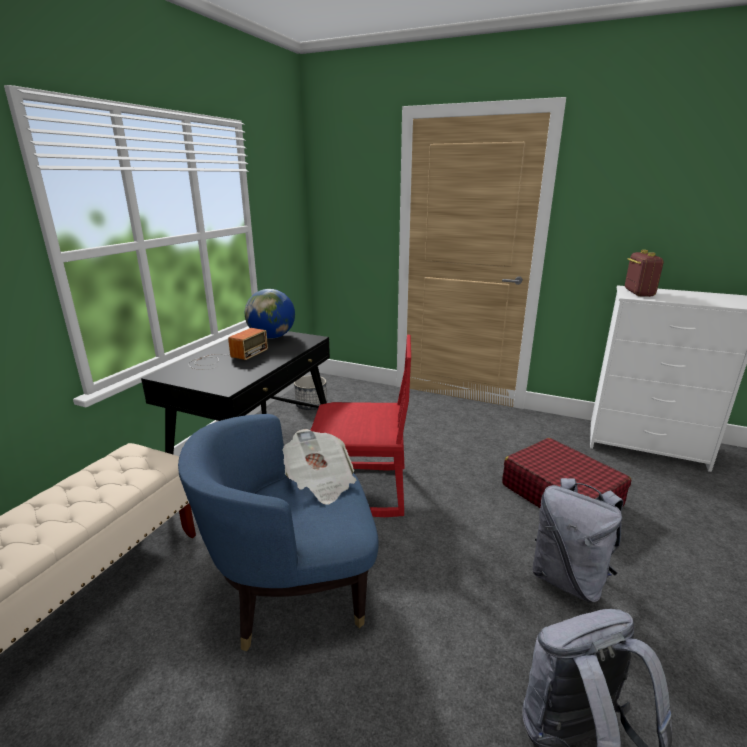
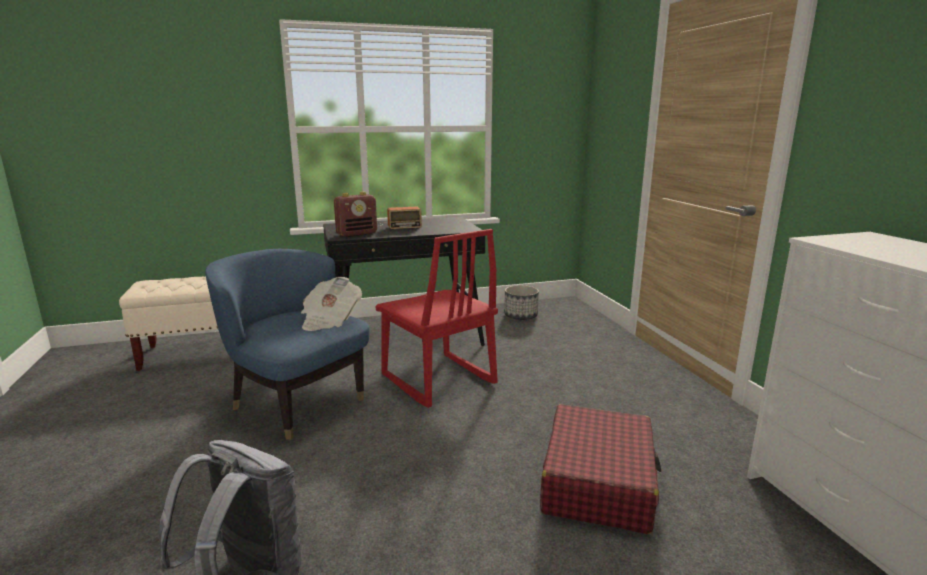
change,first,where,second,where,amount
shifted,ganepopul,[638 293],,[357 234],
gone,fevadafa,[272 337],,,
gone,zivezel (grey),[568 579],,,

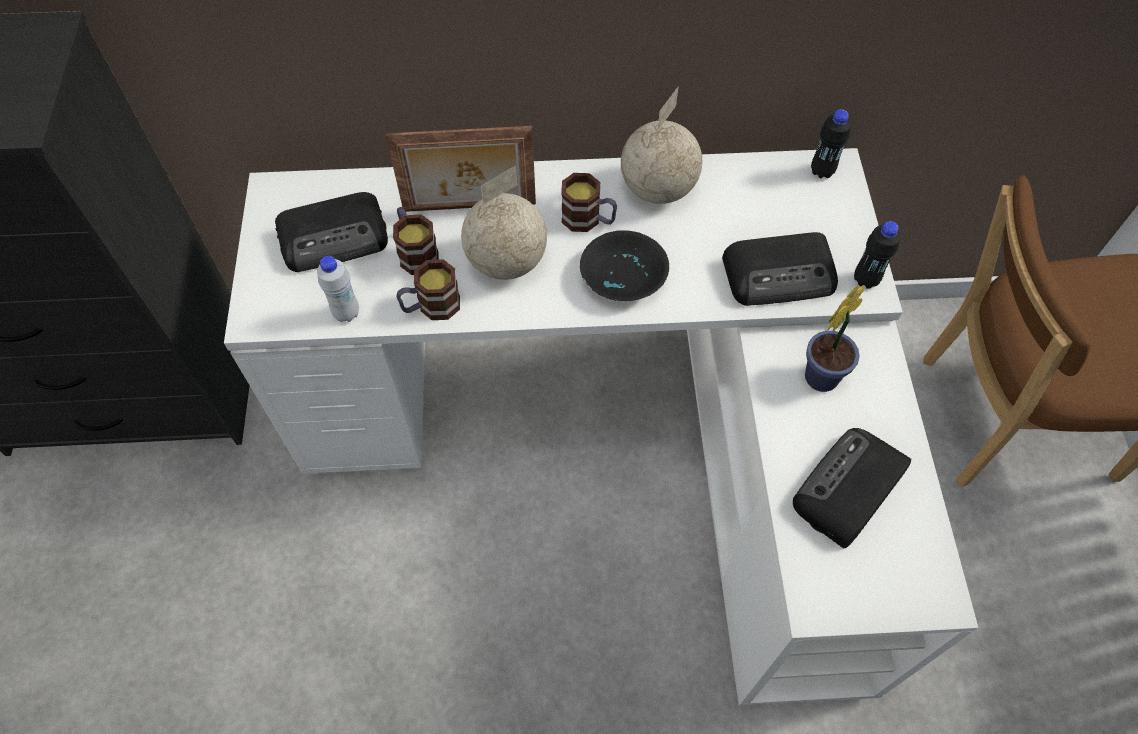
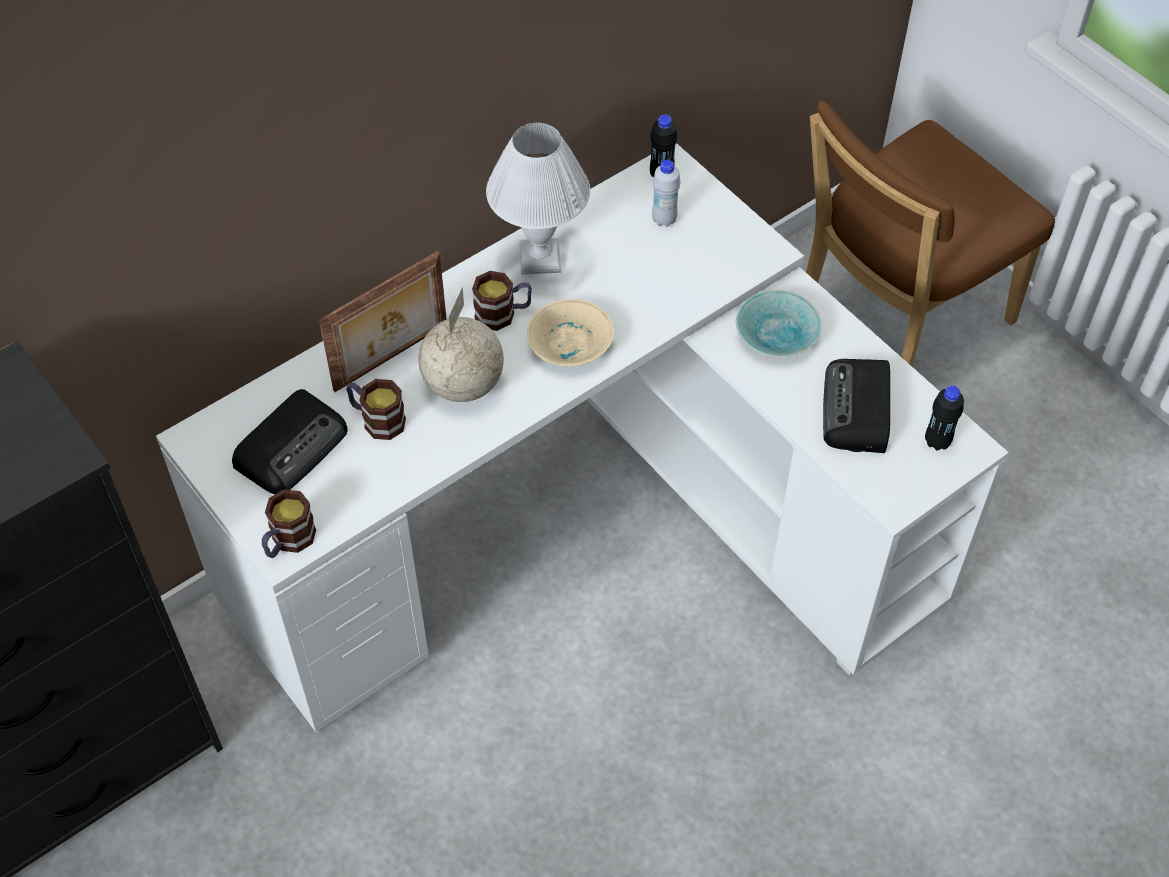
change,first,where,second,where,amount
shifted,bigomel,[431 307],,[288 541],
swapped,fevadafa,[659 189],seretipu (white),[541 257],
repainted,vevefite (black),[620 276],vevefite (beige),[568 345],
shifted,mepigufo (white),[346 313],,[664 219],
swapped,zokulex,[824 374],vevefite (turquoise),[778 336],
shifted,mepigufo (black),[866 279],,[937 441],
gone,ganepopul,[781 274],,,

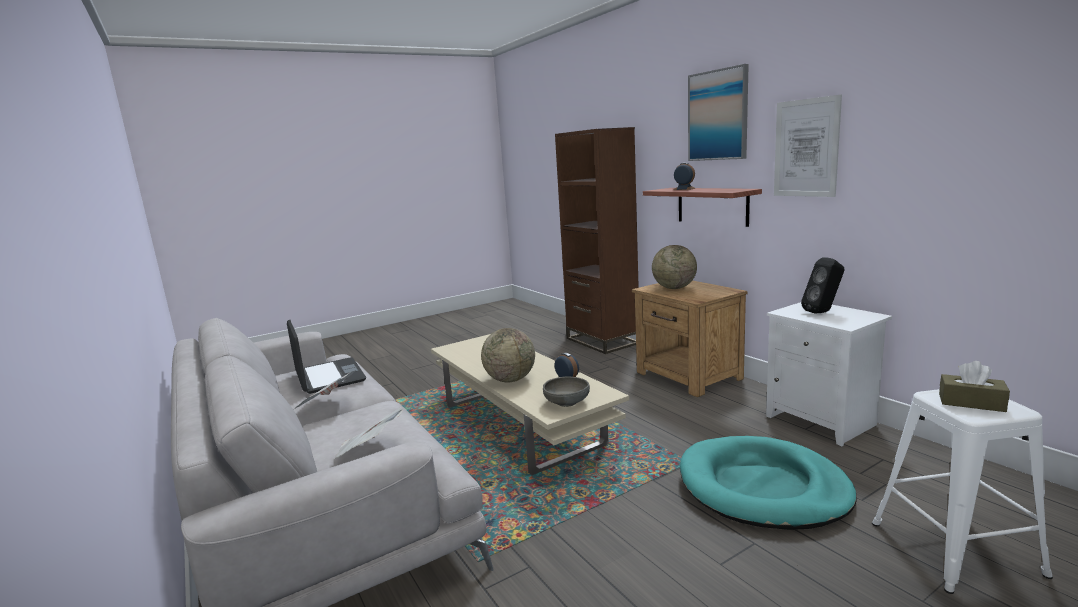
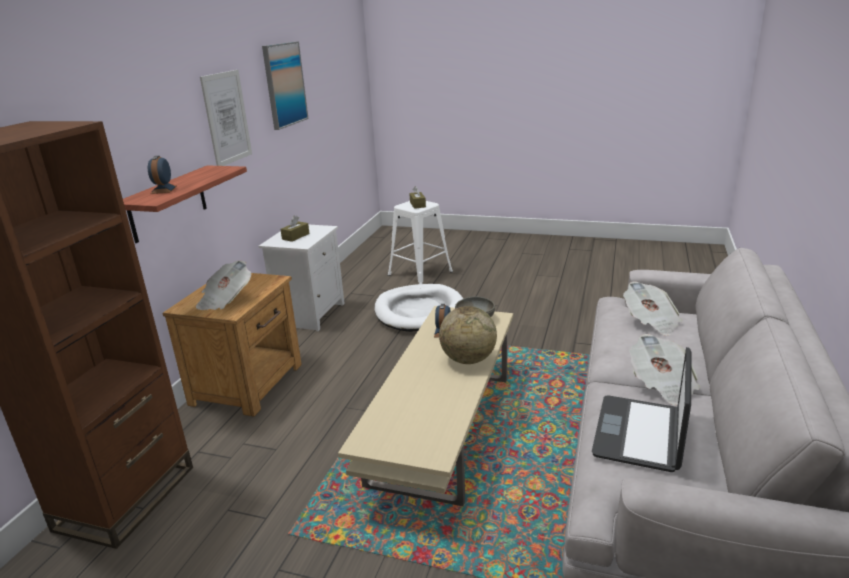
change,first,where,second,where,amount
swapped,fevadafa,[674 288],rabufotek,[225 300],
shifted,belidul,[718 115],,[284 84],
swapped,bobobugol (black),[823 312],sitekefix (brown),[295 236],
repainted,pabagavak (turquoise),[762 487],pabagavak (white),[420 312],

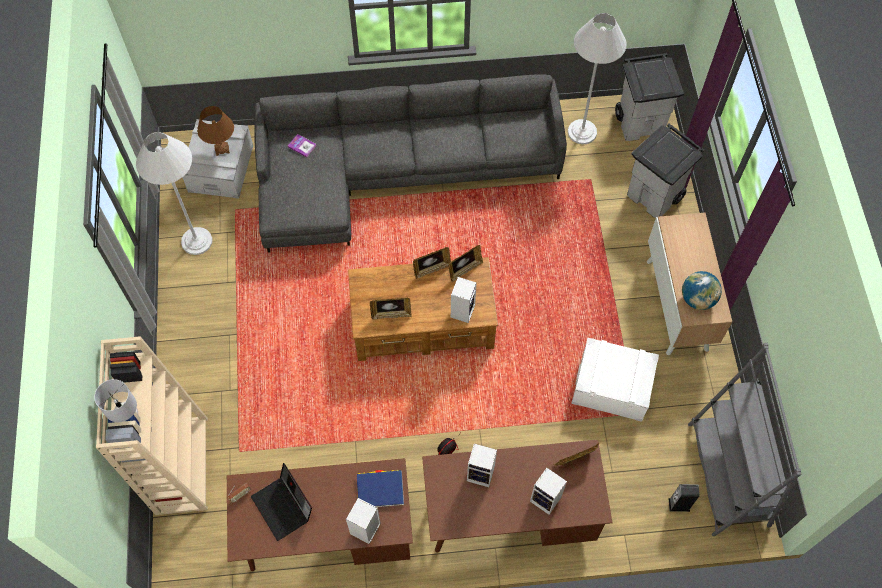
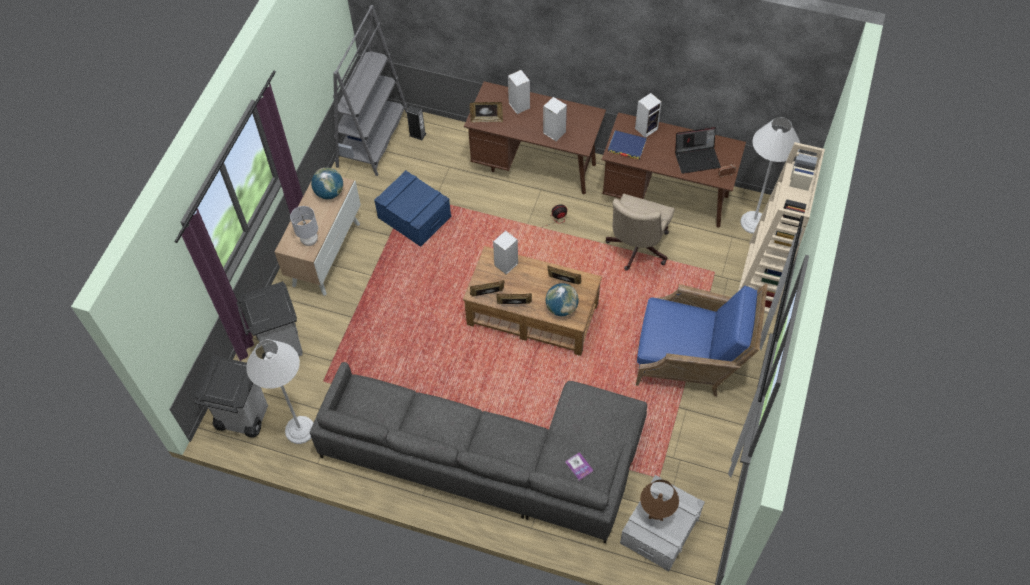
change,first,where,second,where,amount
shifted,seretipu (grey),[128 417],,[309 240],
repainted,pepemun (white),[612 386],pepemun (blue),[414 217],
new,,,fevadafa,[561 308],
new,,,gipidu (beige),[636 249],
new,,,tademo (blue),[691 359],
rotated,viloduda,[284 507],,[697 158],90 degrees clockwise
shifted,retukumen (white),[197 241],,[753 222],

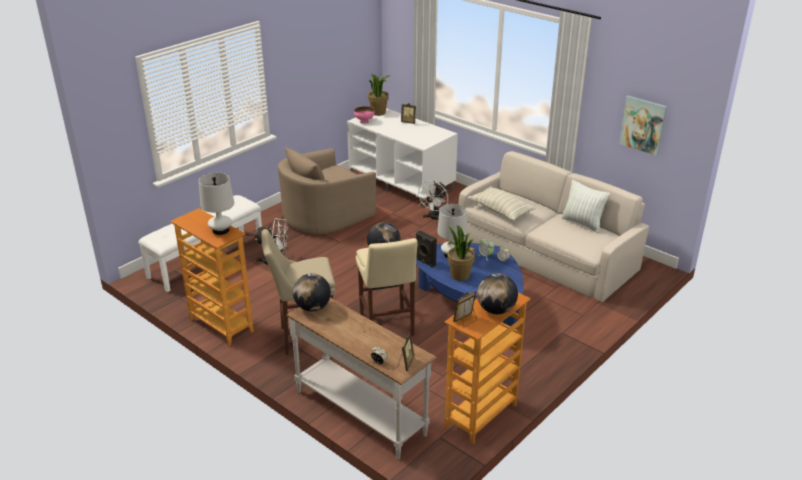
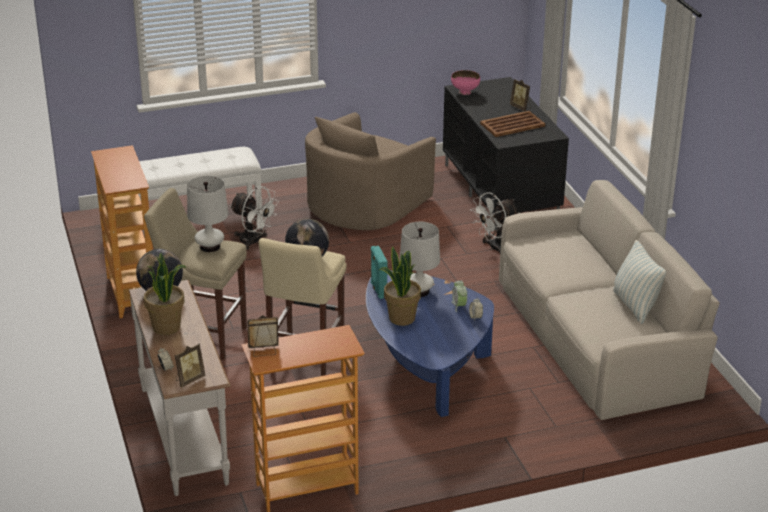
change,first,where,second,where,amount
shifted,zokulex,[378 112],,[167 327],
shifted,seretipu (white),[220 230],,[210 246],
rotated,tademo (beige),[325 215],,[364 204],45 degrees counterclockwise
repainted,bobobugol (black),[425 262],bobobugol (turquoise),[378 290],
repainted,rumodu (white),[402 183],rumodu (black),[501 192],
new,,,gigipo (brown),[513 125],
gone,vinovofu,[501 211],,,
gone,fevadafa,[496 310],,,
gone,belidul,[643 124],,,

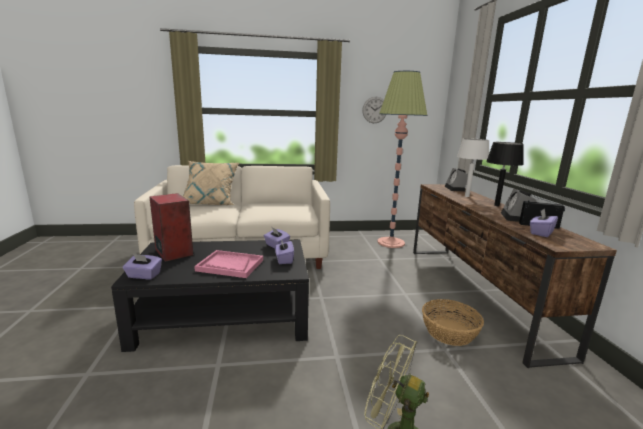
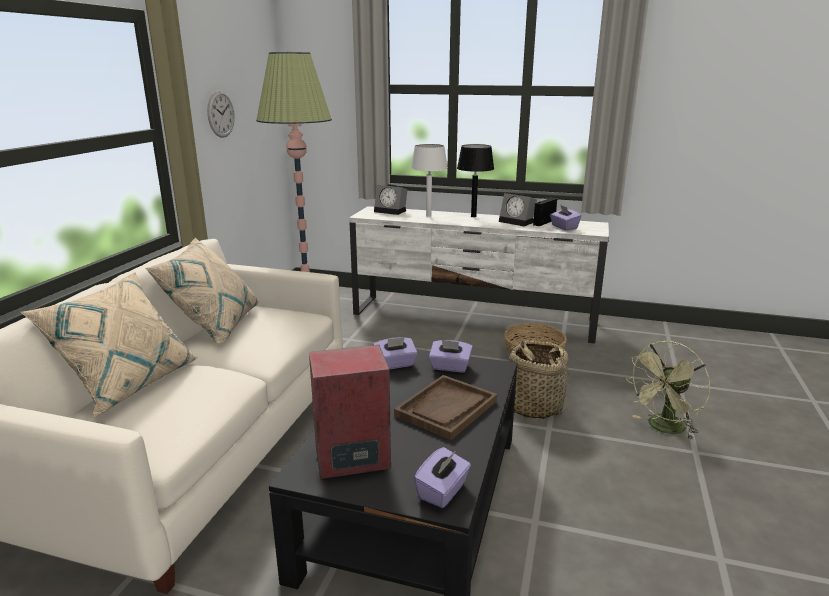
change,first,where,second,where,amount
new,,,vinovofu (beige),[214 326],
repainted,rumodu (brown),[474 293],rumodu (white),[473 318],
repainted,gigipo (pink),[230 265],gigipo (brown),[446 408],
new,,,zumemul,[532 406],

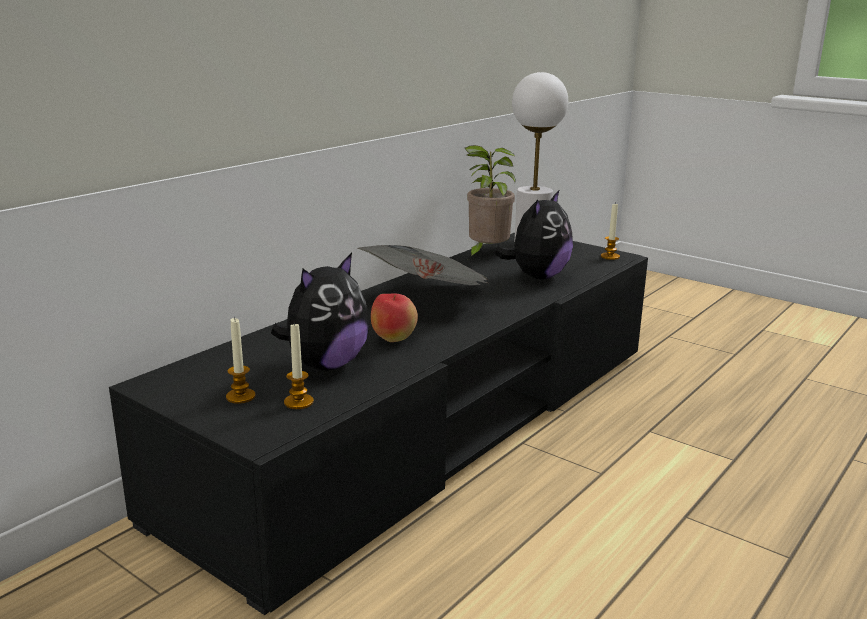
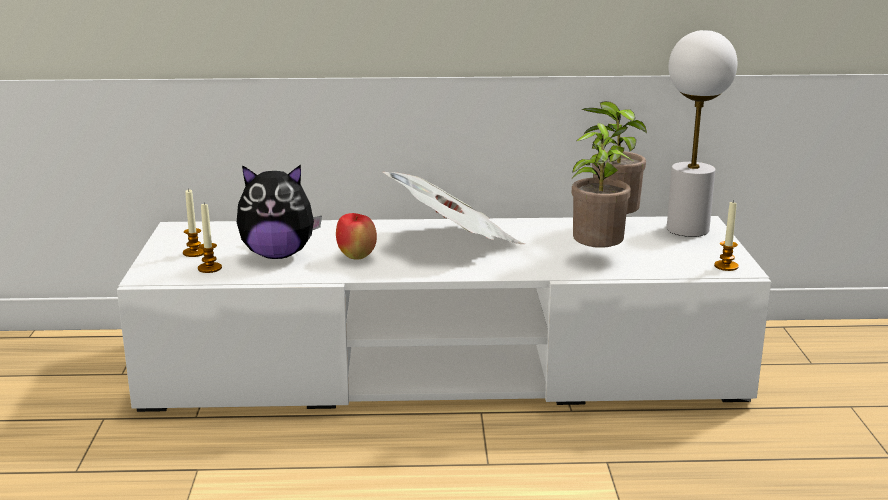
change,first,where,second,where,amount
repainted,rumodu (black),[431 426],rumodu (white),[444 368],
swapped,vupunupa,[537 276],zokulex,[597 257],

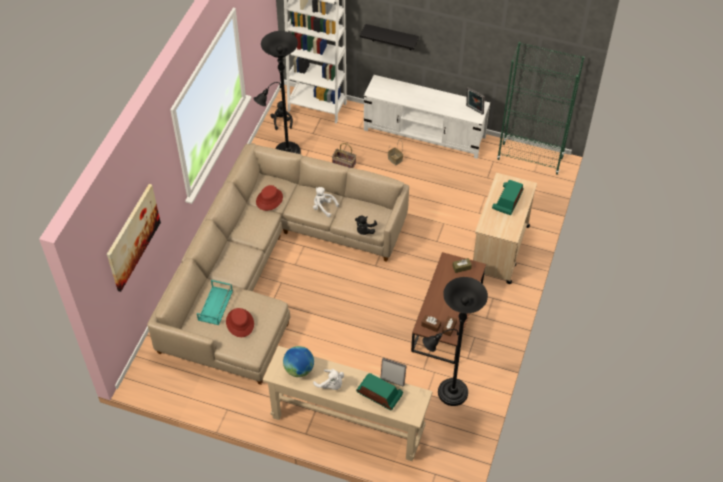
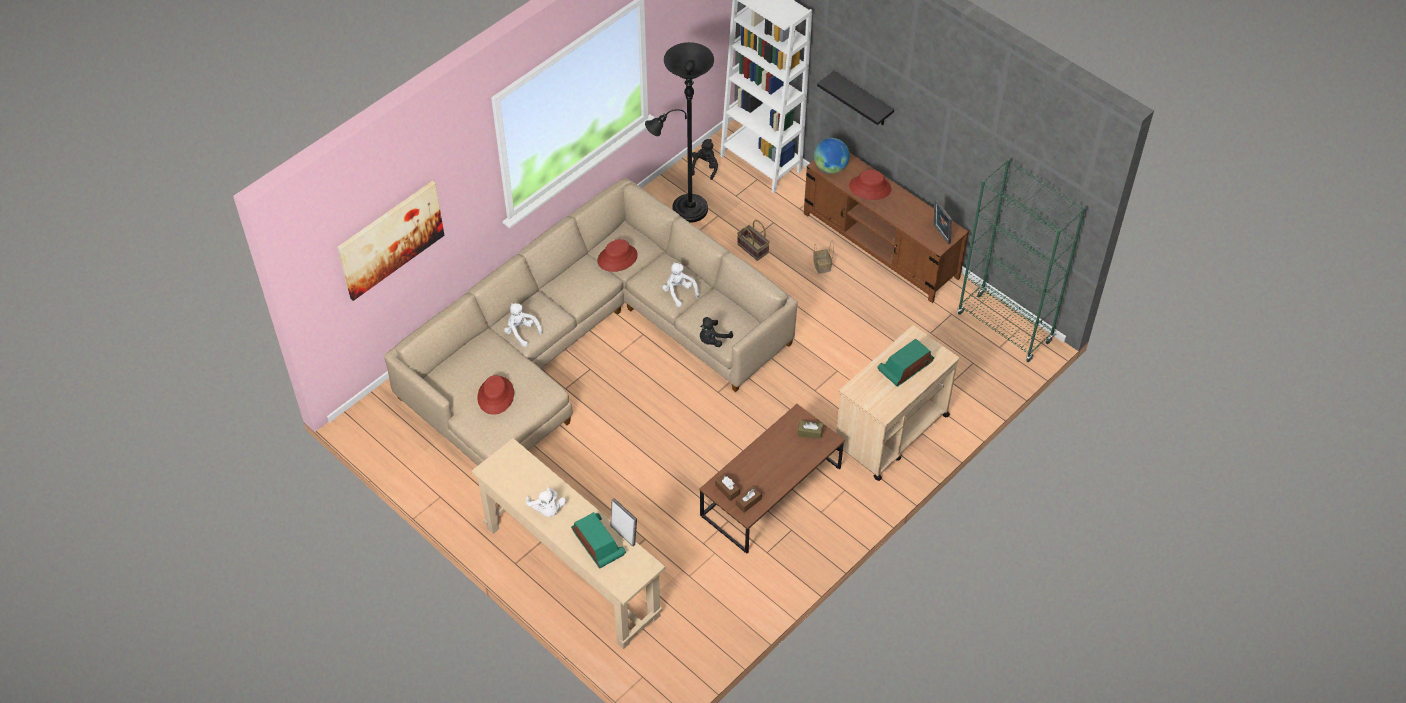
change,first,where,second,where,amount
new,,,vupunupa (white),[521 332],
repainted,rumodu (white),[425 134],rumodu (brown),[881 246],
shifted,fevadafa,[299 369],,[830 168],
new,,,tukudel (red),[870 187],
gone,gigipo (turquoise),[215 306],,,
gone,retukumen (black),[448 393],,,

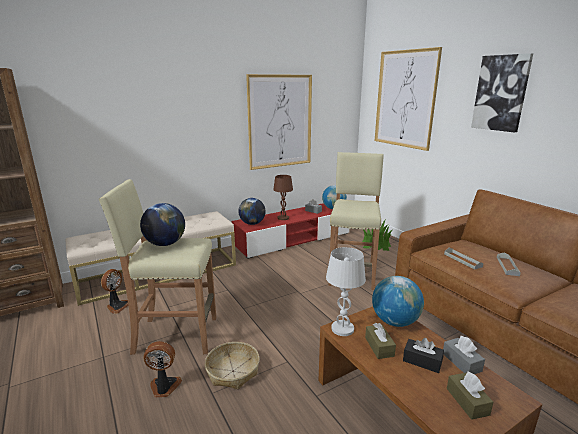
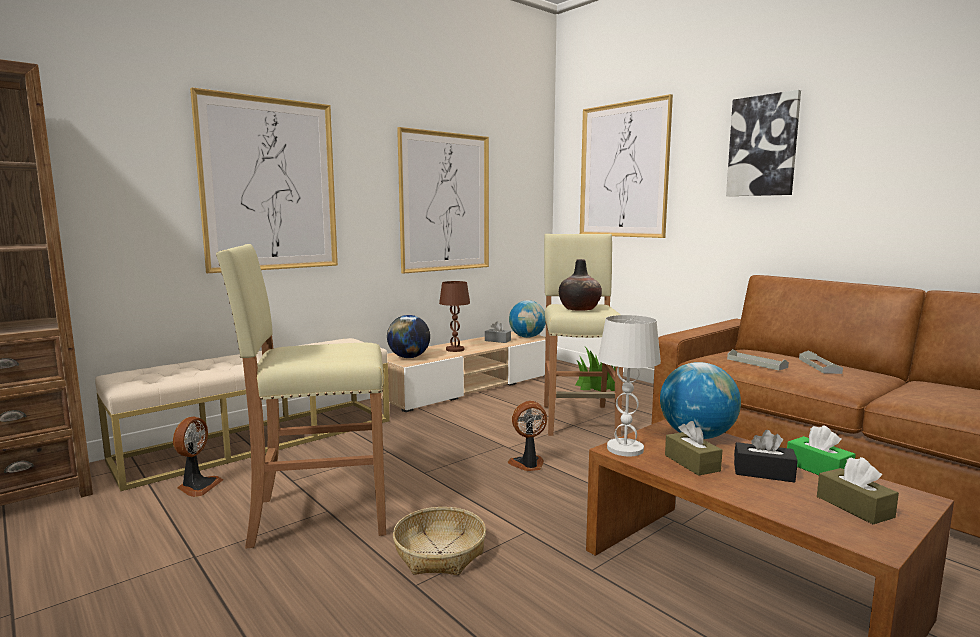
change,first,where,second,where,amount
new,,,belidul,[270 185],
repainted,rumodu (red),[293 239],rumodu (beige),[469 386],
shifted,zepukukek,[164 387],,[528 465],
new,,,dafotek,[579 309],
repainted,sitekefix (grey),[461 362],sitekefix (green),[818 469],
gone,fevadafa,[165 244],,,

